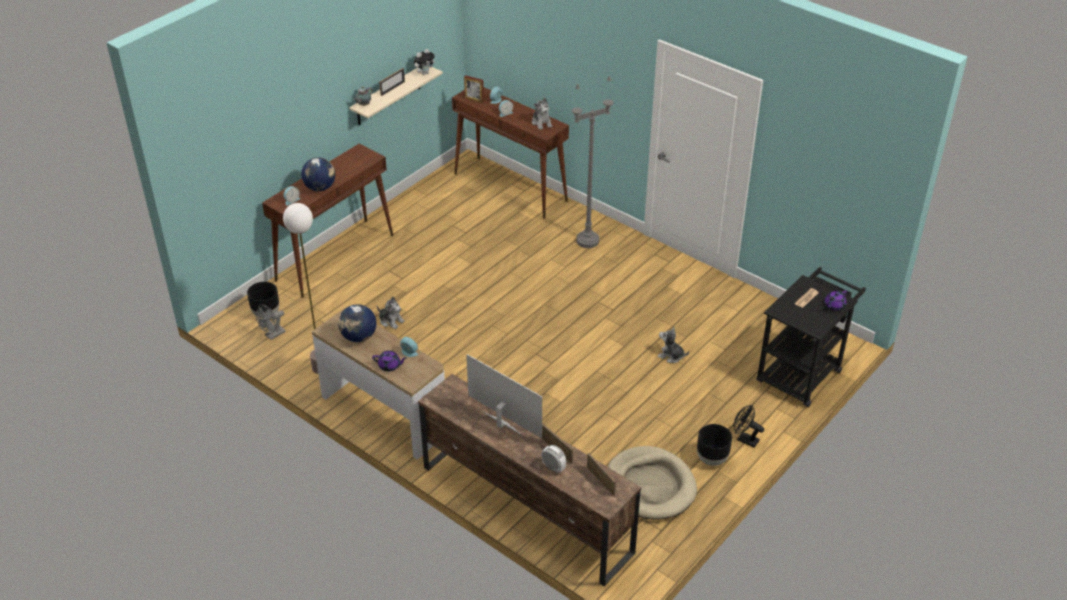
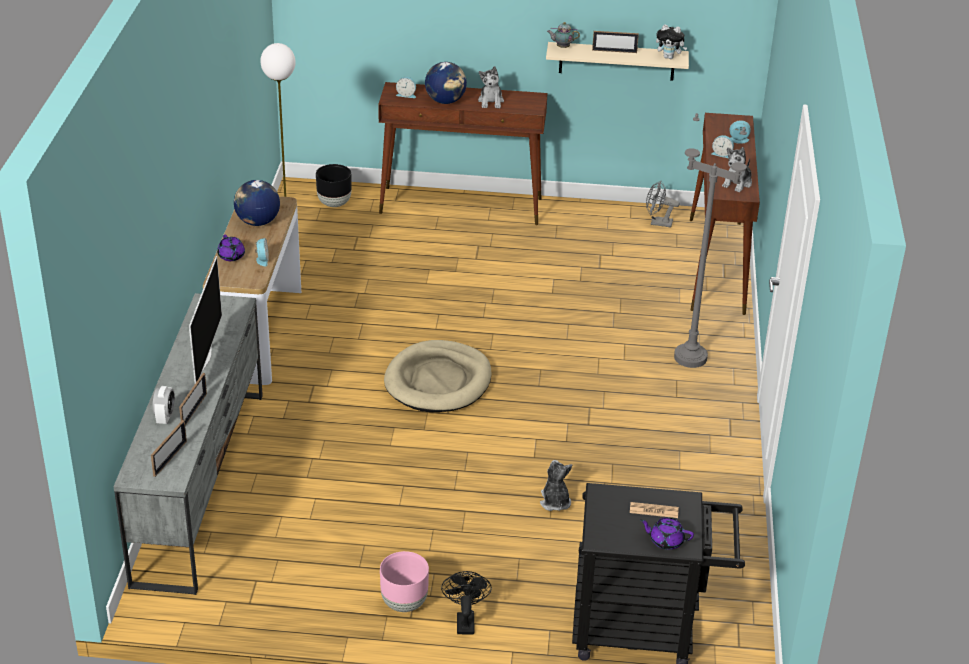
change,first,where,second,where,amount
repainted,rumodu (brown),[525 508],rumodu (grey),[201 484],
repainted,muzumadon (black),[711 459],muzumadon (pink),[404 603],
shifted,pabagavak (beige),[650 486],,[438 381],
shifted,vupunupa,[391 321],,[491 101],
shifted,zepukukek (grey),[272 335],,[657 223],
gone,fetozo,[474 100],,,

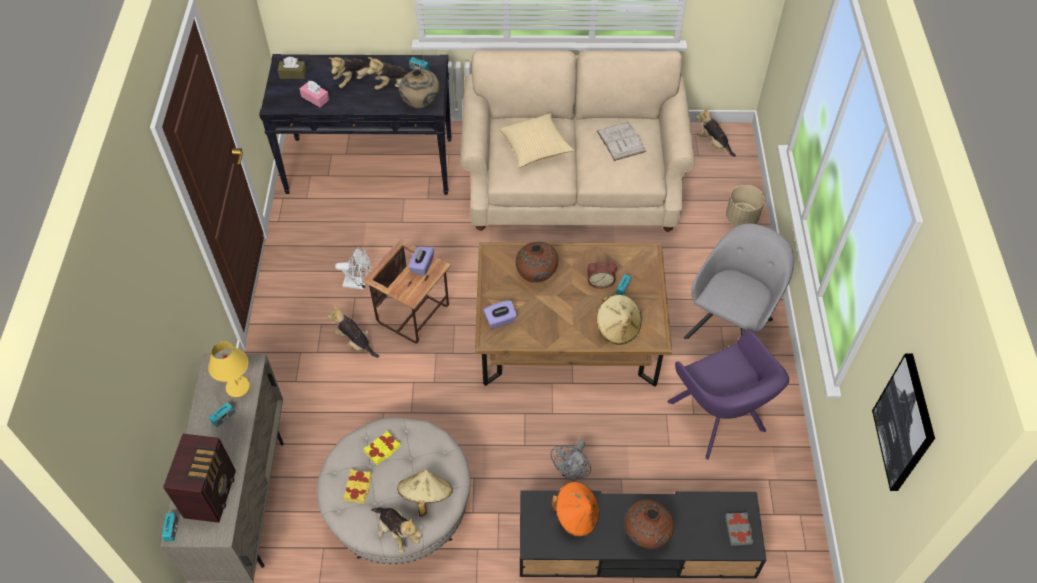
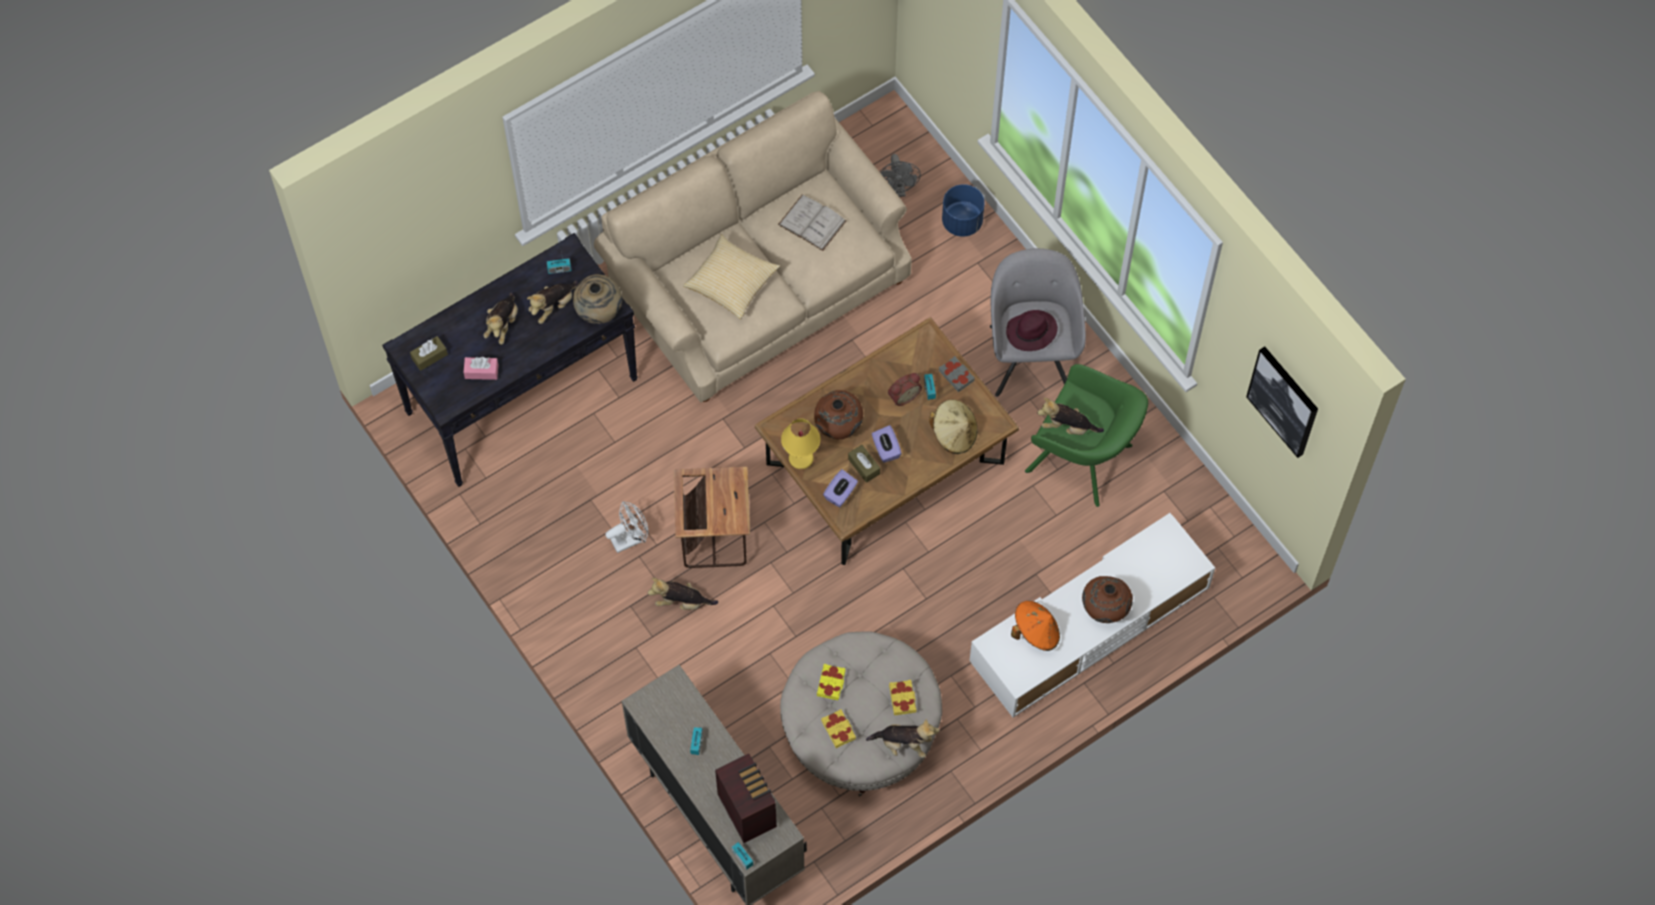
change,first,where,second,where,amount
shifted,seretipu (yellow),[238 387],,[801 458],
new,,,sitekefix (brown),[864 466],
shifted,sitekefix (purple),[422 266],,[886 449],
shifted,zepukukek (grey),[571 473],,[897 190],
swapped,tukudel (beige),[425 496],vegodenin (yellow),[903 698],
shifted,vegodenin (grey),[738 530],,[956 375],
repainted,muzumadon (beige),[741 218],muzumadon (blue),[962 222],
repainted,rumodu (black),[635 544],rumodu (white),[1089 625],
new,,,tukudel (purple),[1030 332],
repainted,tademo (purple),[719 420],tademo (green),[1083 460],
shifted,vupunupa,[713 144],,[1067 427],

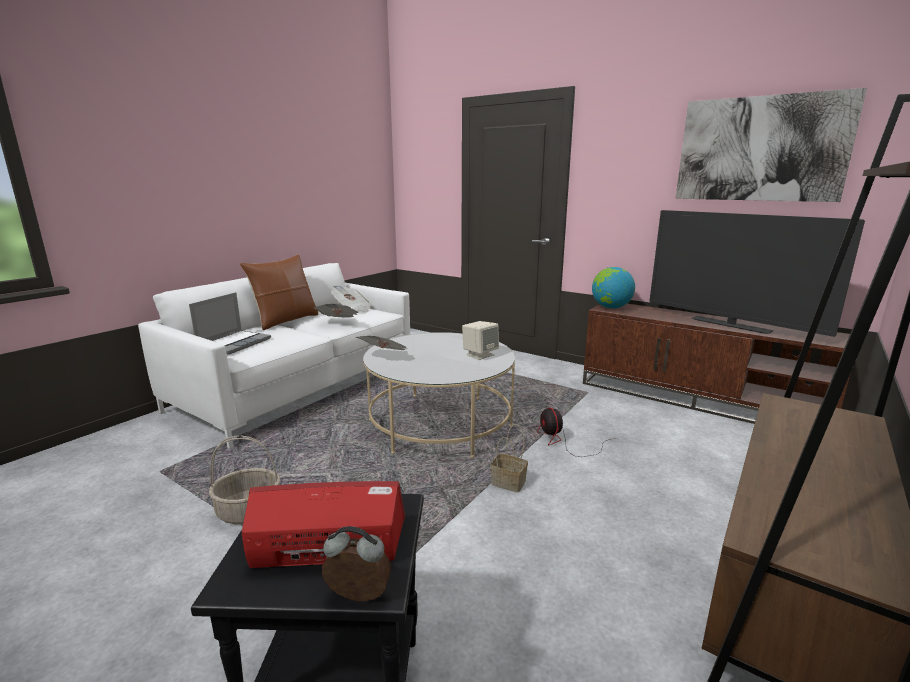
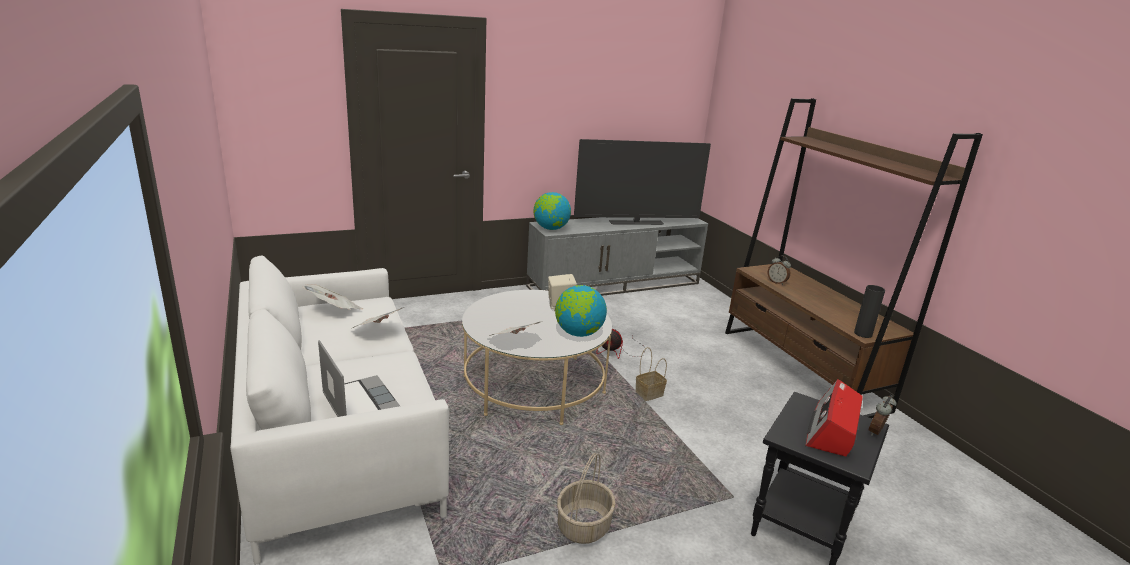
change,first,where,second,where,amount
repainted,rumodu (brown),[698 400],rumodu (grey),[615 284],
new,,,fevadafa,[578 333],
new,,,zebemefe,[777 282],
new,,,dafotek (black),[863 334],
gone,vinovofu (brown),[285 320],,,
gone,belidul,[760 149],,,

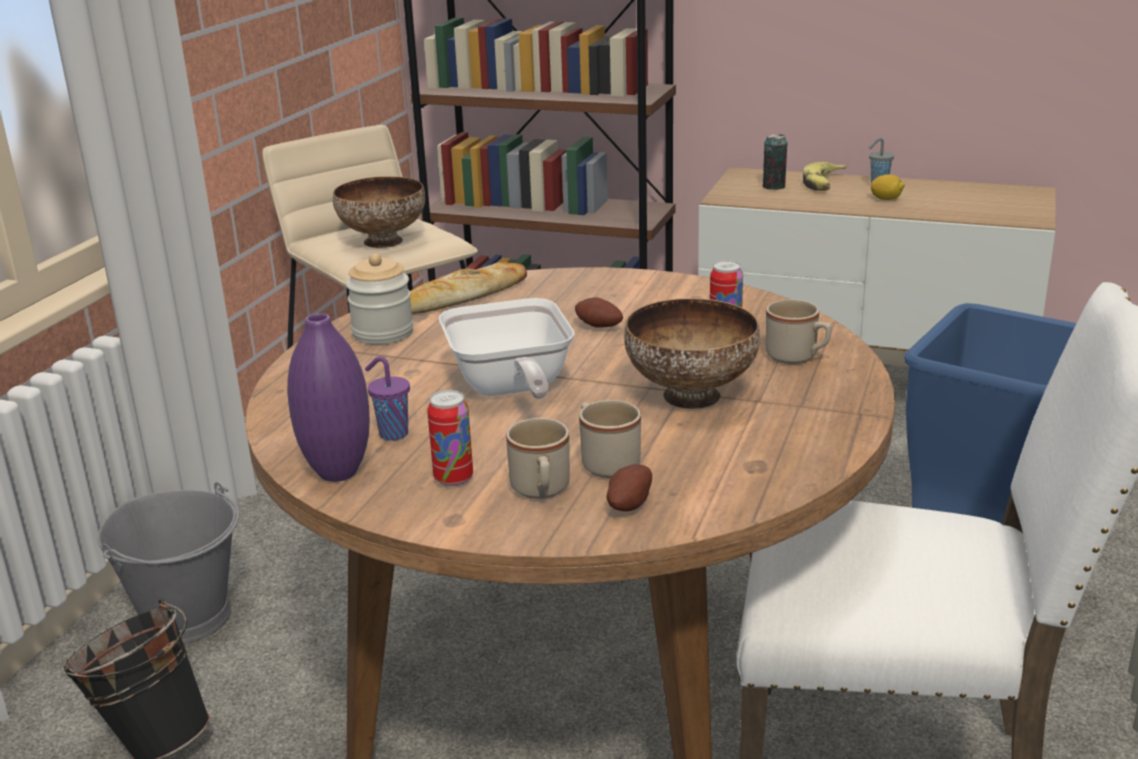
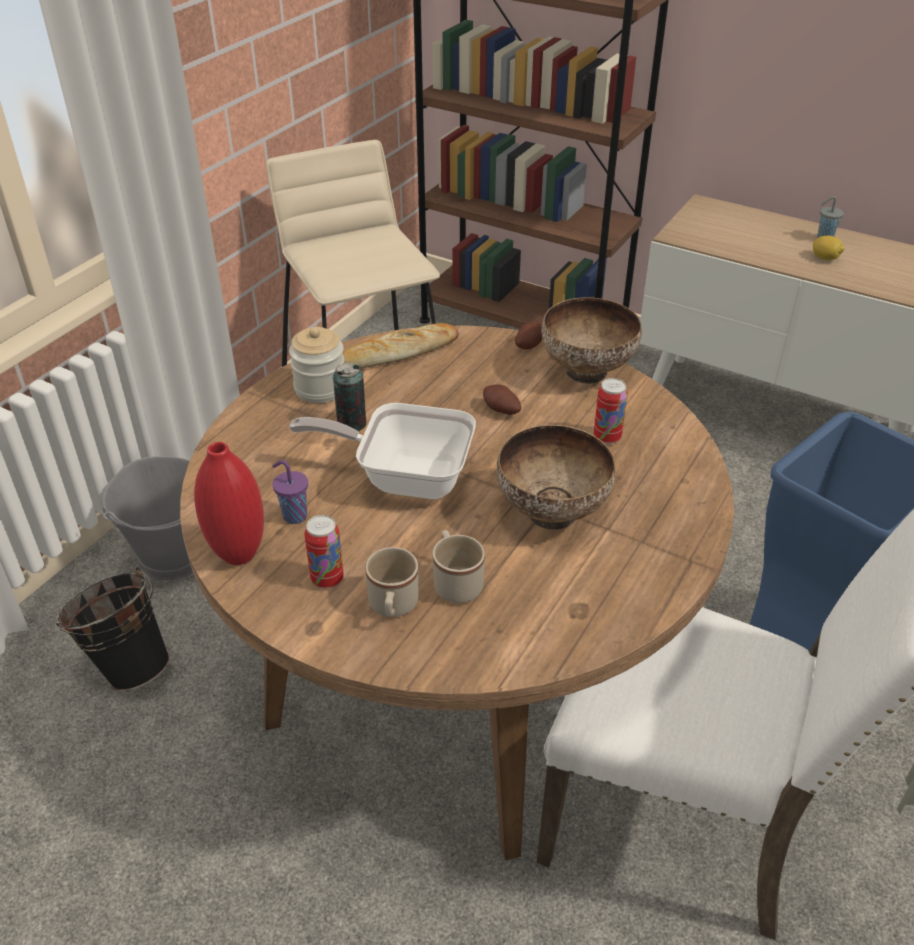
change,first,where,second,where,amount
repainted,dafotek (purple),[338 472],dafotek (red),[239 554],
rotated,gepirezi,[510 389],,[404 477],105 degrees clockwise
shifted,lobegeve,[774 187],,[352 424],
shifted,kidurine,[628 504],,[528 345],
shifted,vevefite,[383 242],,[586 373],
gone,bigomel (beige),[797 357],,,
gone,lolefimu,[823 184],,,

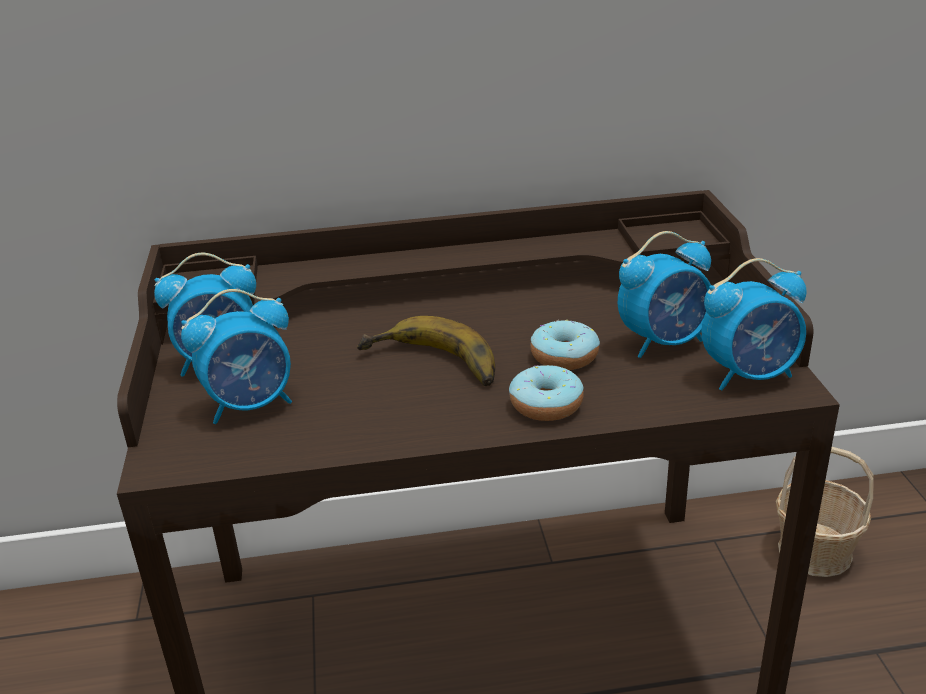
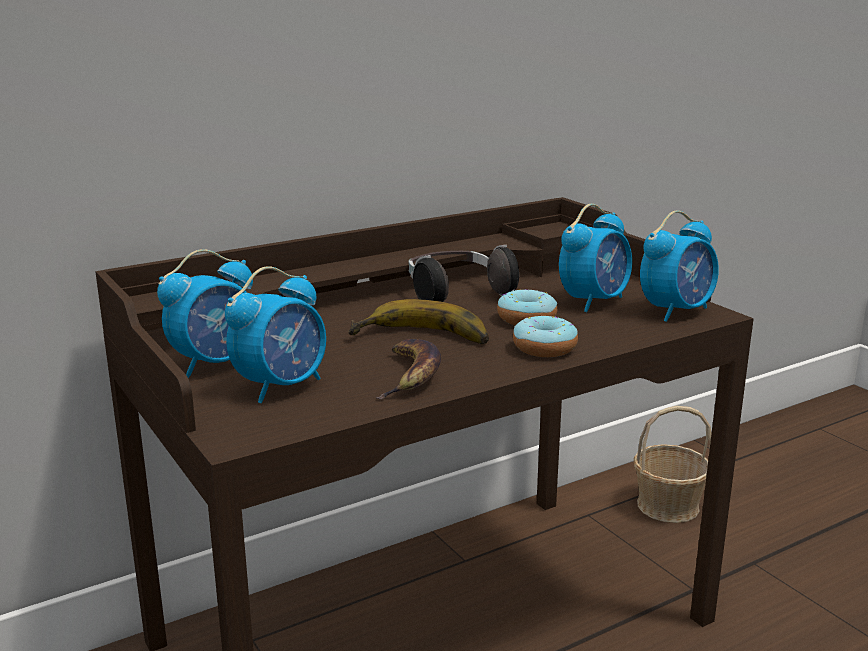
change,first,where,second,where,amount
new,,,lolefimu,[410 376],
new,,,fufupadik,[456 294],

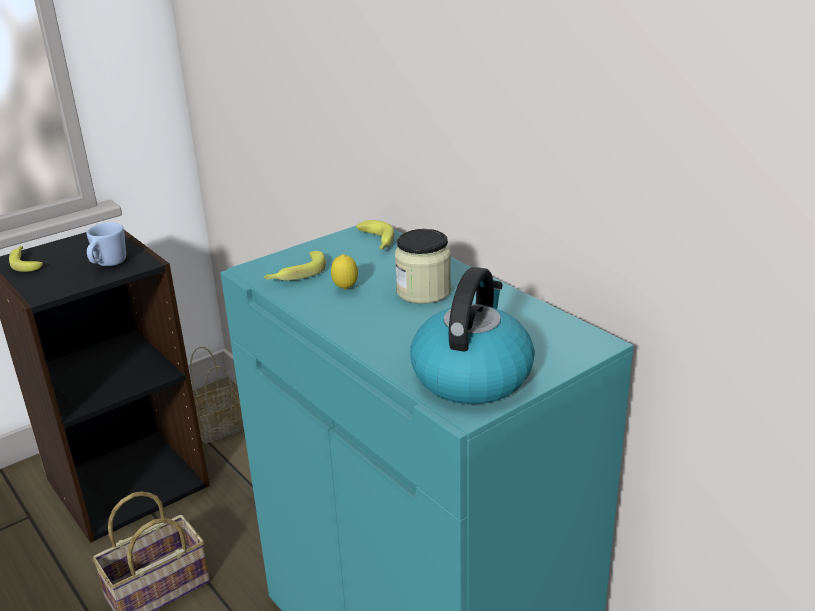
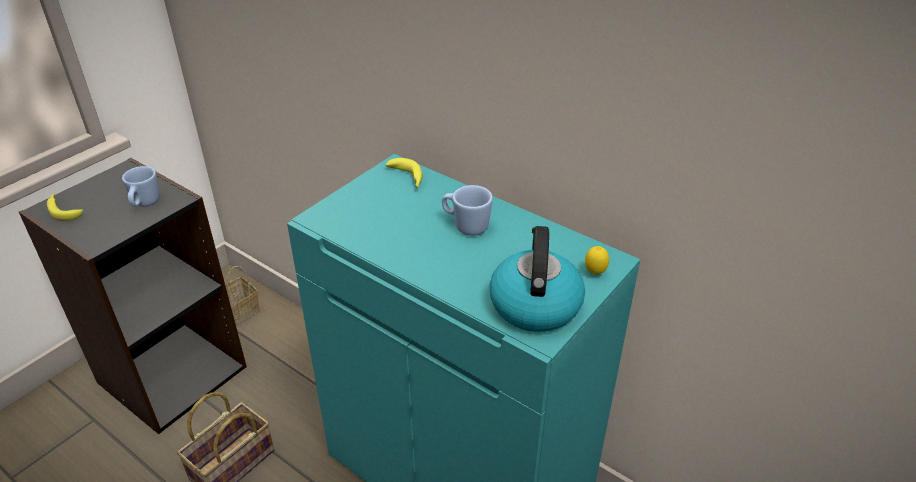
change,first,where,second,where,amount
swapped,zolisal,[423 291],bigomel (blue),[465 226],
shifted,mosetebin,[345 289],,[595 273],
gone,lolefimu,[296 274],,,

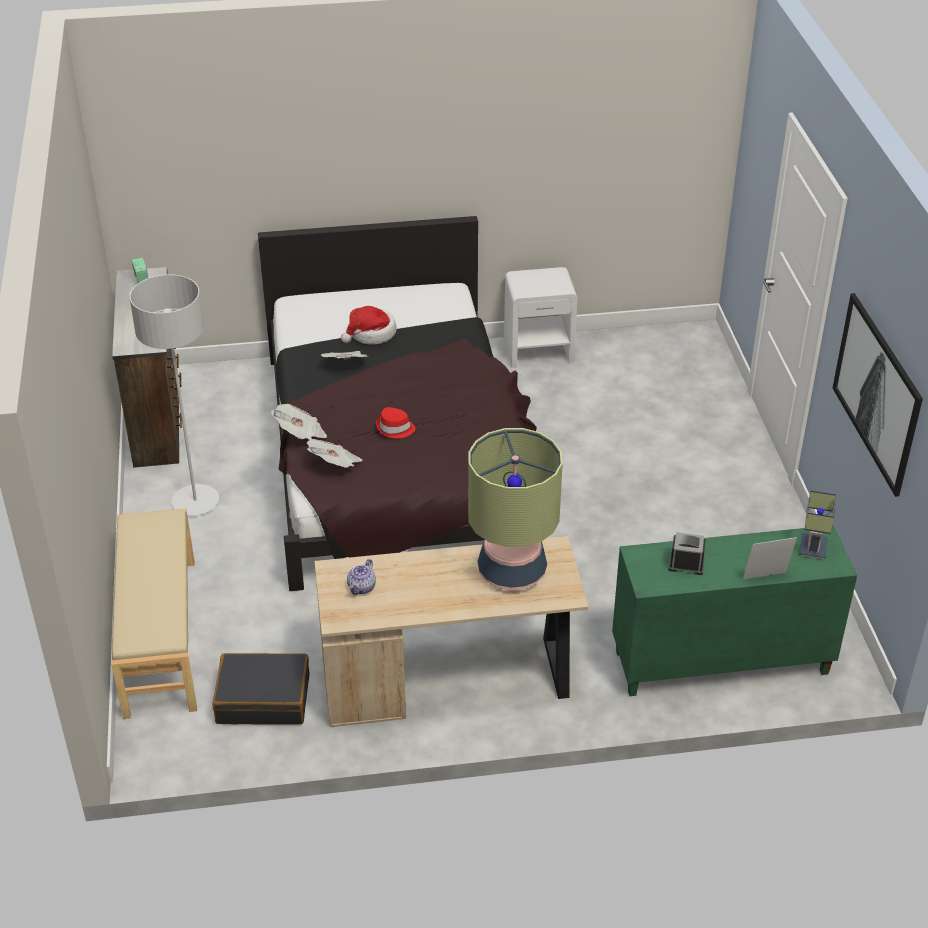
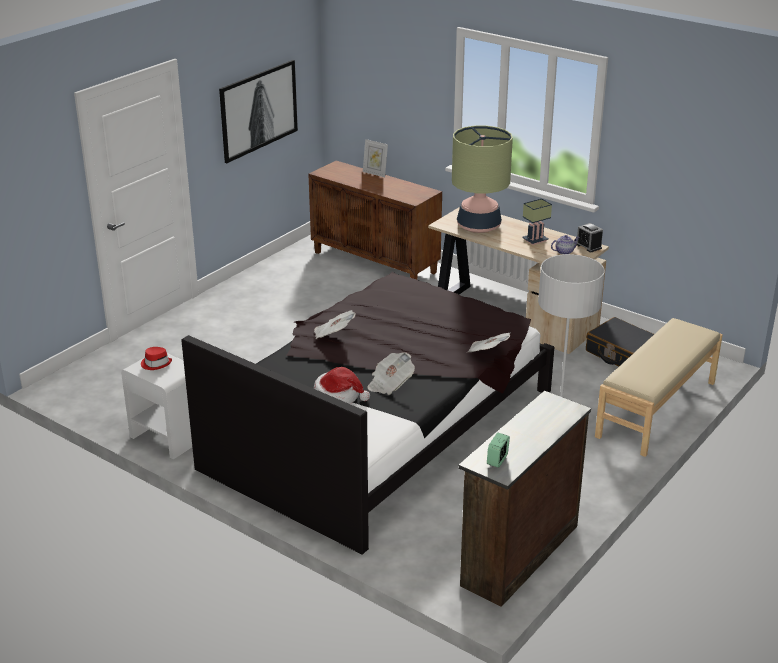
change,first,where,second,where,amount
shifted,tukudel (red),[395 428],,[156 363],
repainted,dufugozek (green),[720 663],dufugozek (brown),[376 262],
shifted,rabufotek,[335 464],,[333 334],
shifted,seretipu,[811 547],,[535 241],
shifted,zebemefe,[686 564],,[588 246],

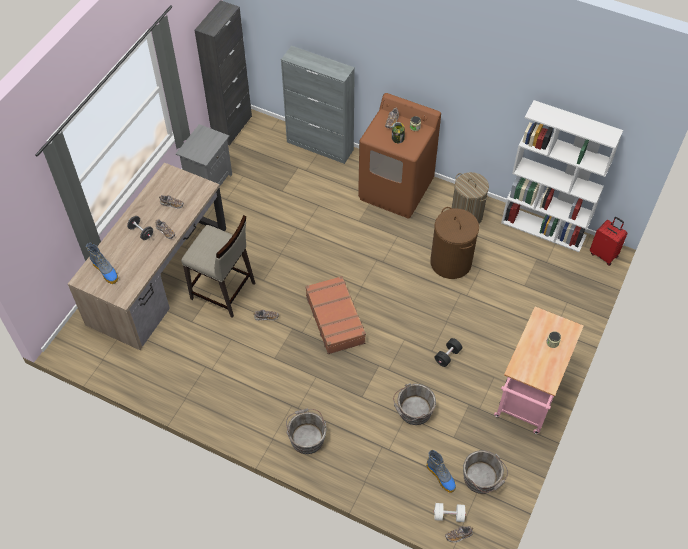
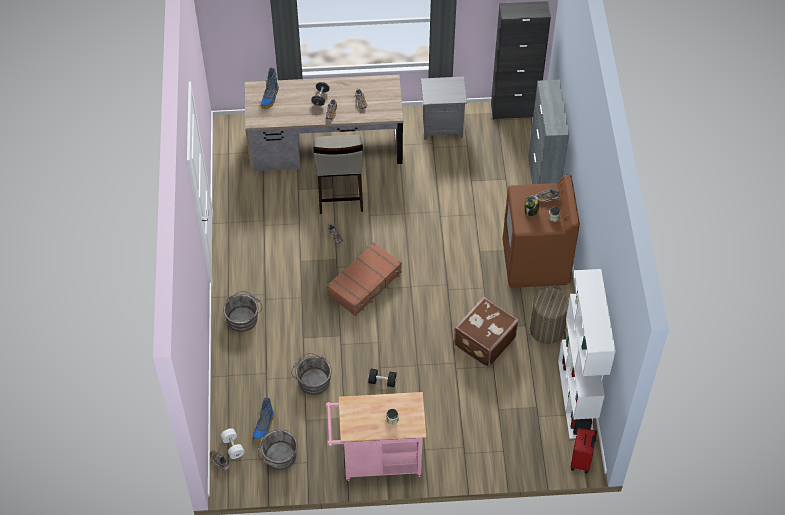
change,first,where,second,where,amount
swapped,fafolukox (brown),[451 262],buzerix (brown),[483 341],

